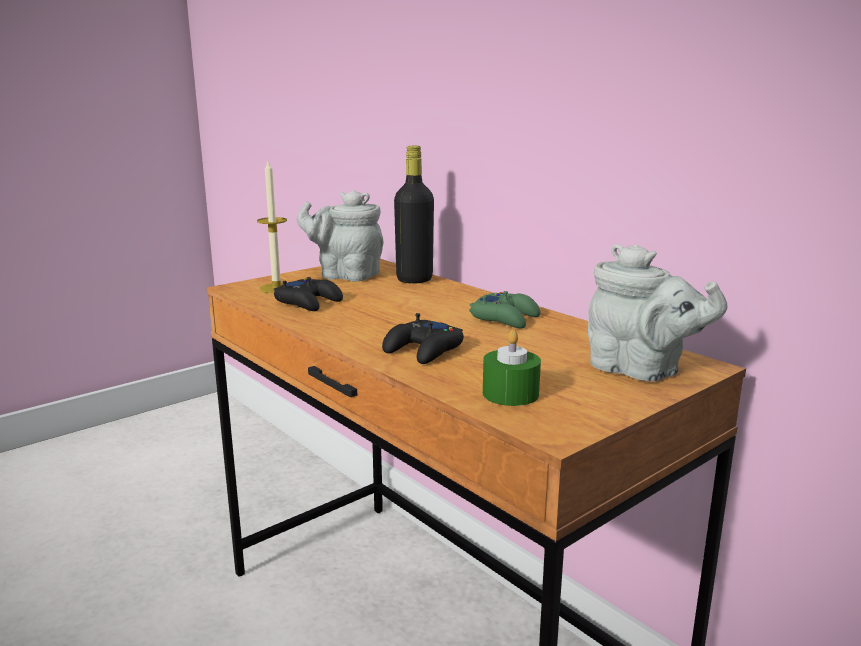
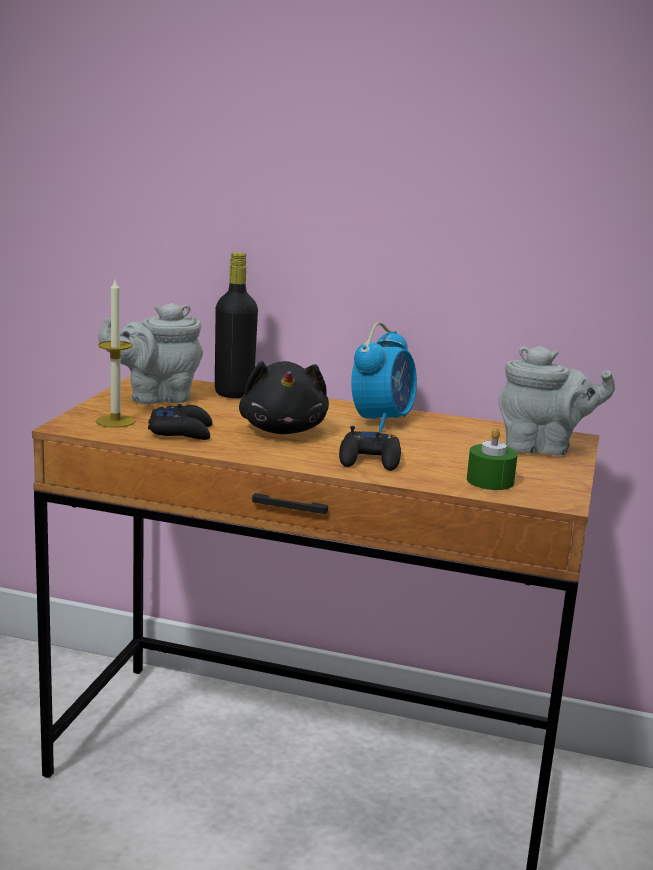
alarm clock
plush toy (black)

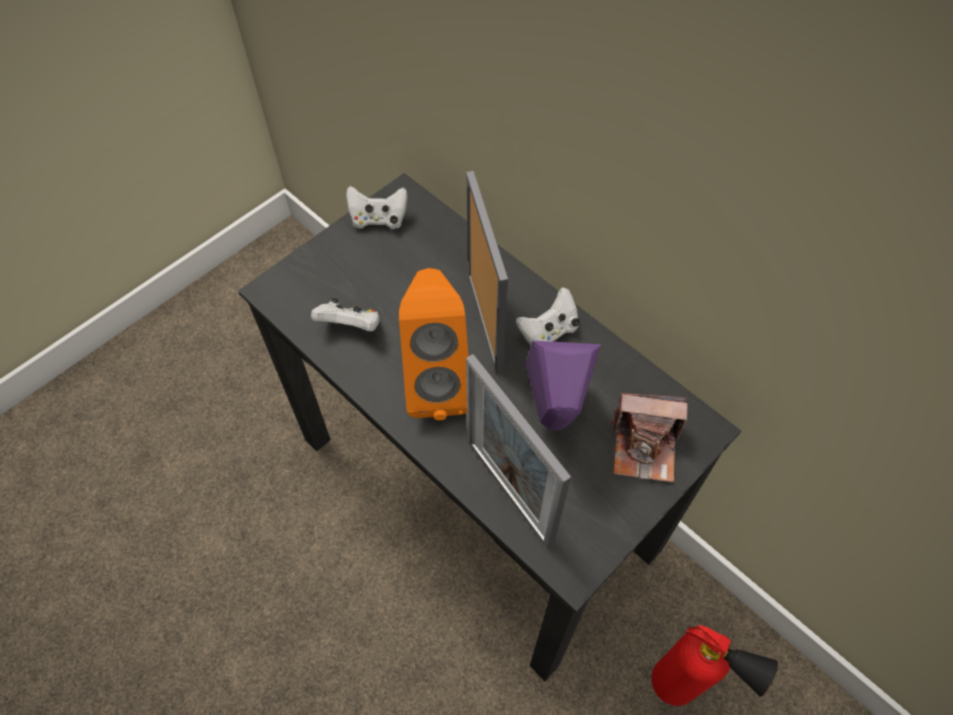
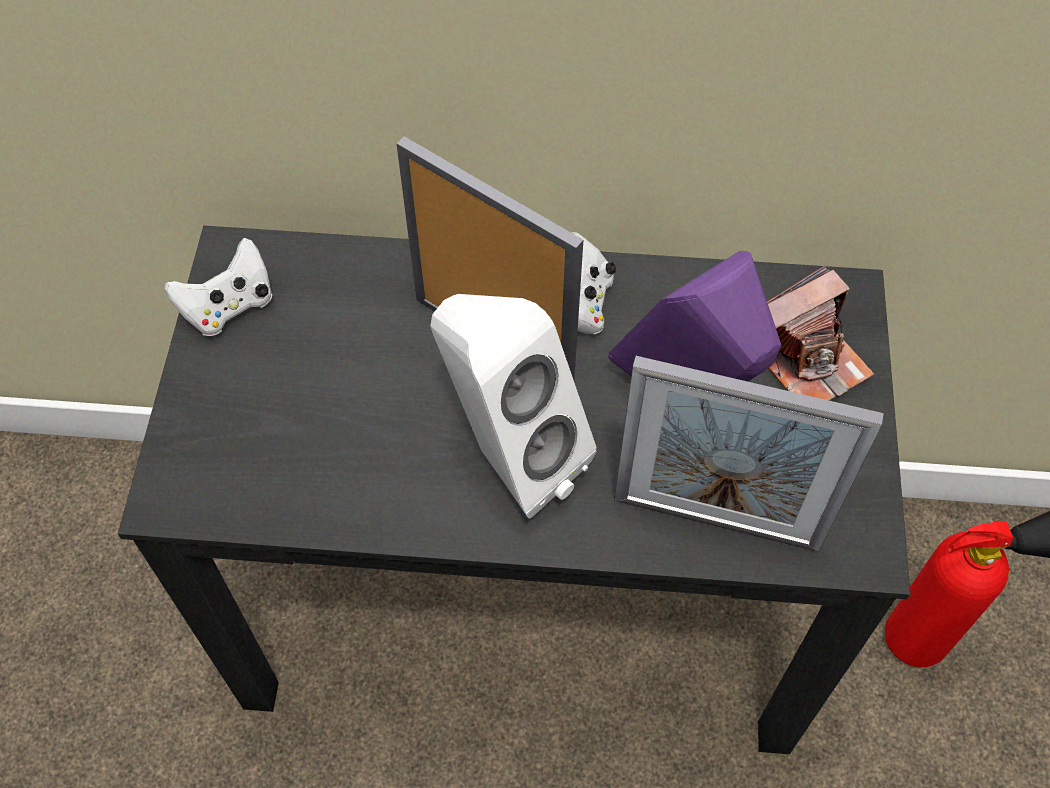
game controller (white) (no. 1 from left in the first image)
speaker (white)

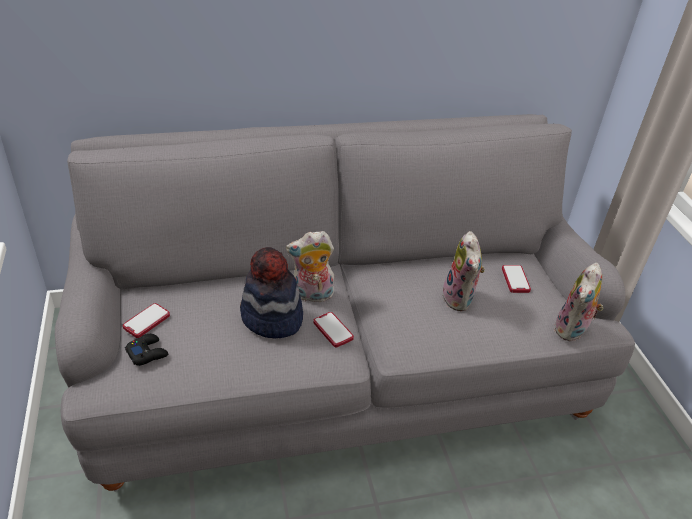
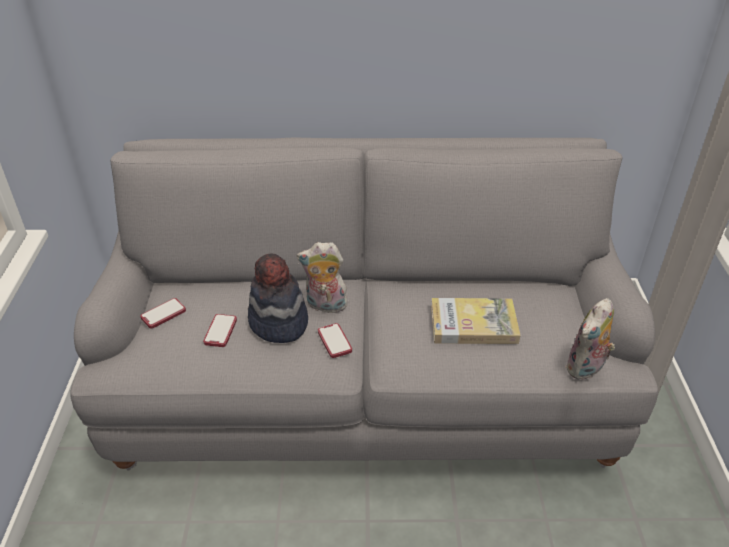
game controller (black)
book
phone (no. 2 from left)

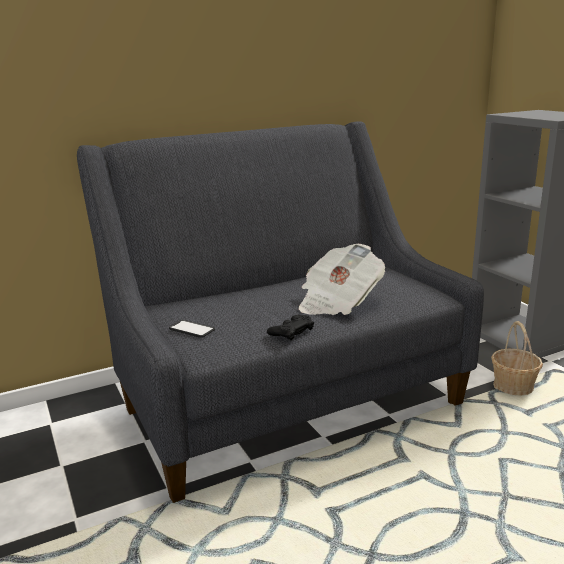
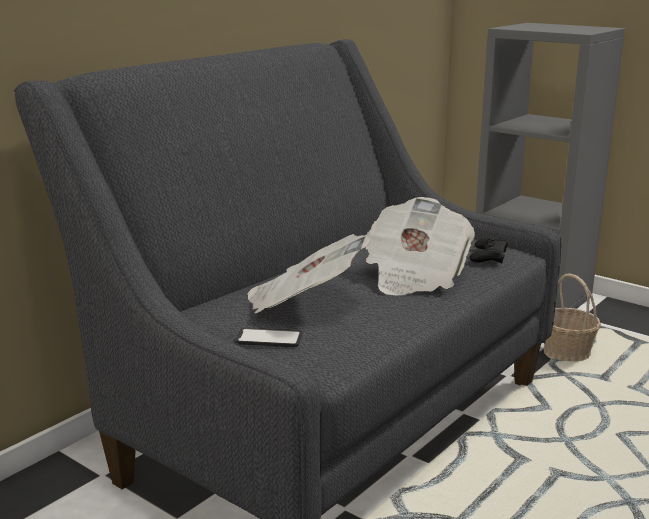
game controller (black)
newspaper (no. 1 from left)

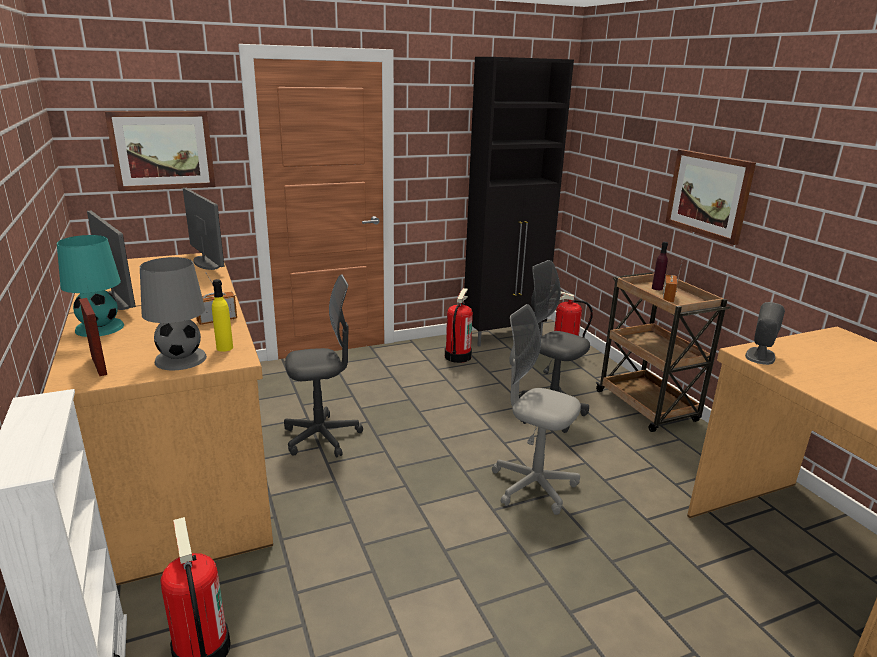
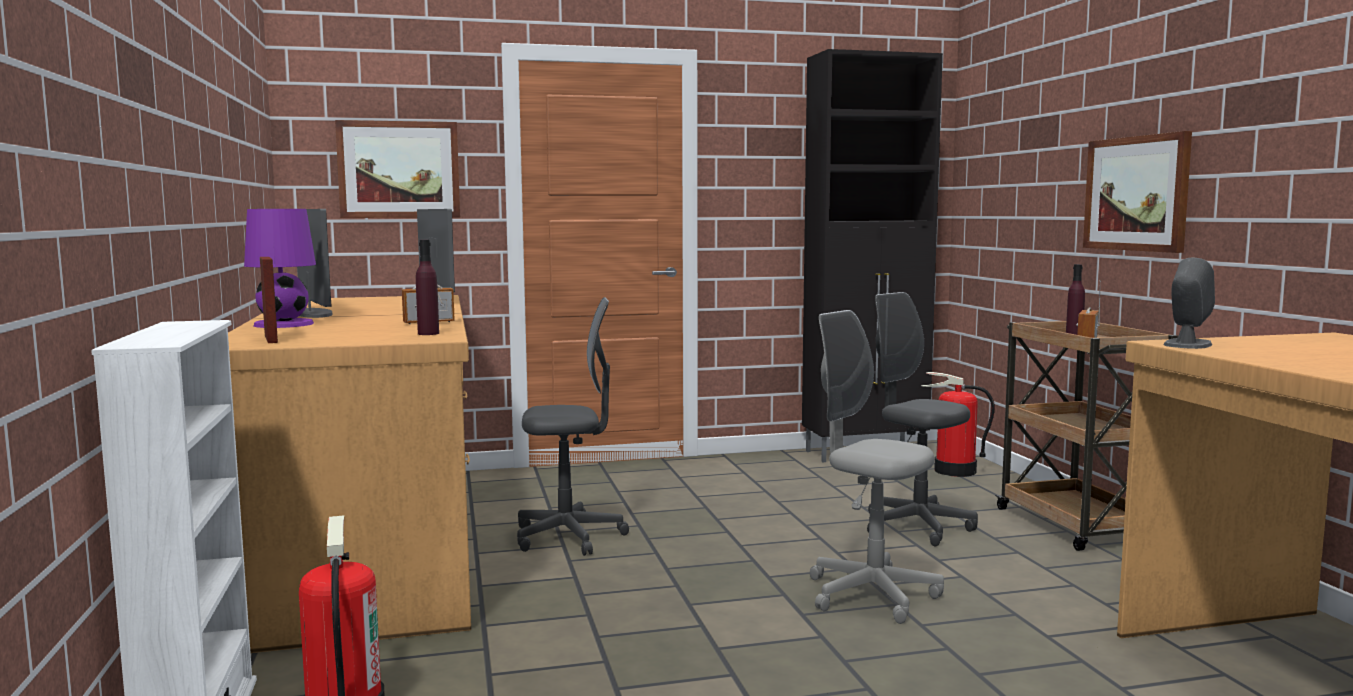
table lamp (purple)
table lamp (grey)
bottle (purple) (no. 1 from left)
fire extinguisher (no. 2 from left in the first image)

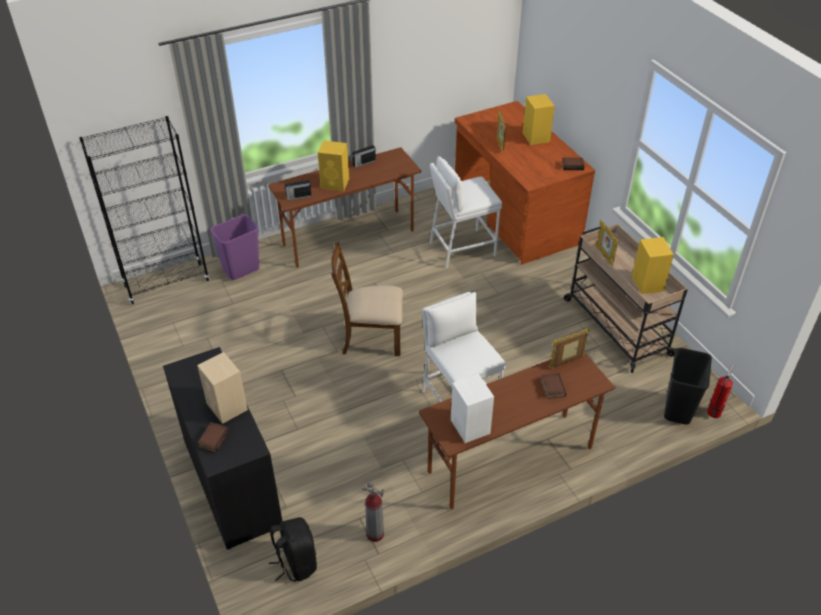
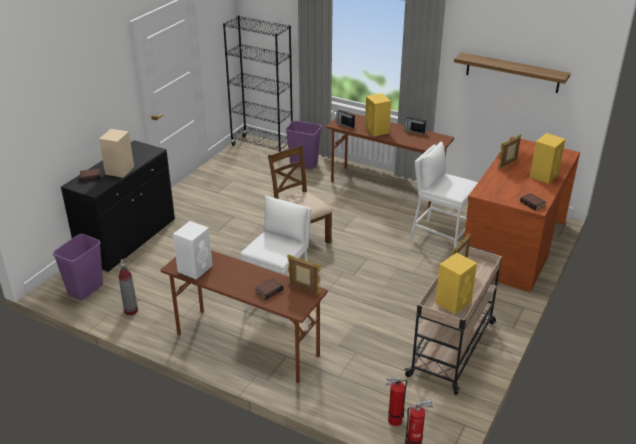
trash can (purple) (no. 1 from left)
fire extinguisher (no. 2 from left)
shelf

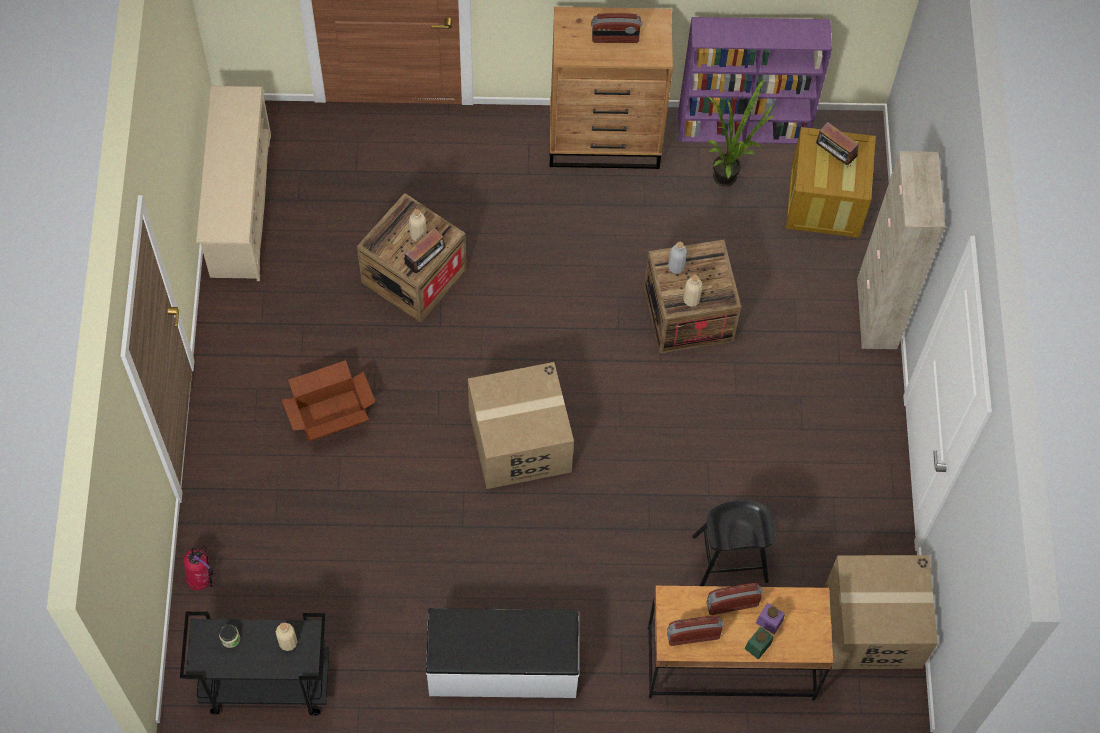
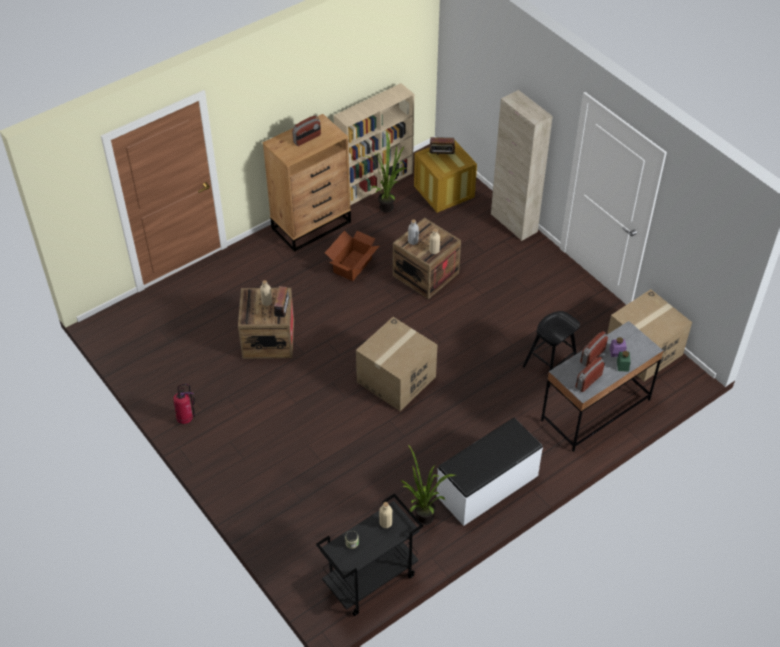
fire extinguisher
shoe rack (beige)
cardboard box (no. 1 from left)
desk (grey)
bookcase (beige)
potted plant (no. 2 from left)

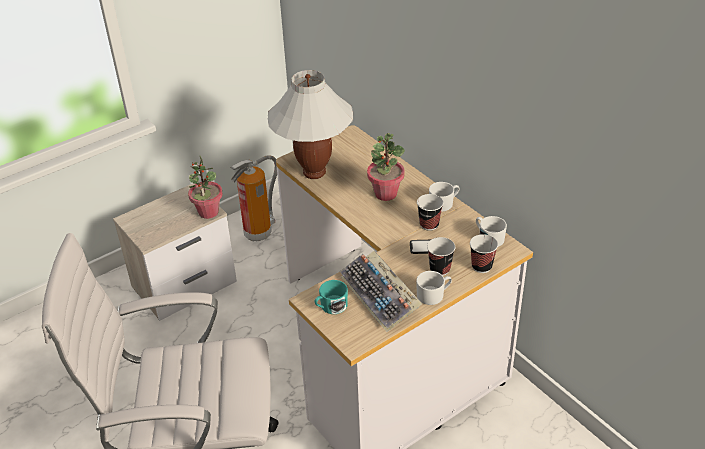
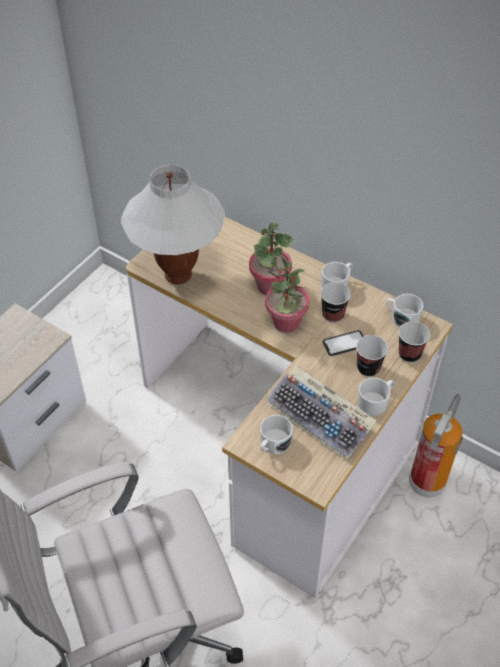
potted plant (no. 2 from left)
fire extinguisher
mug (white) (no. 1 from left)

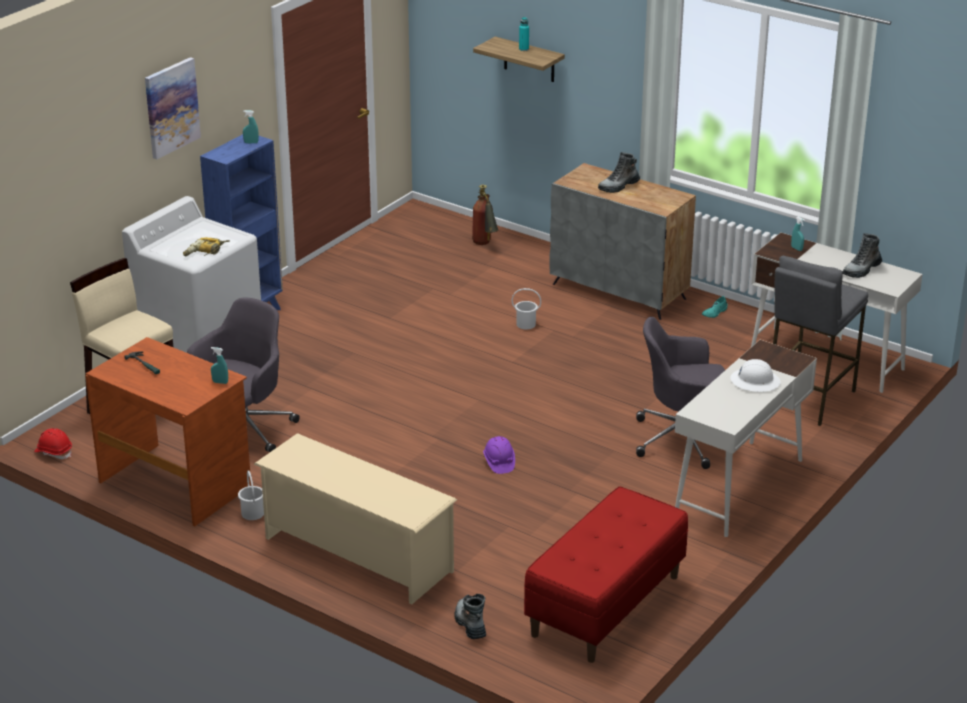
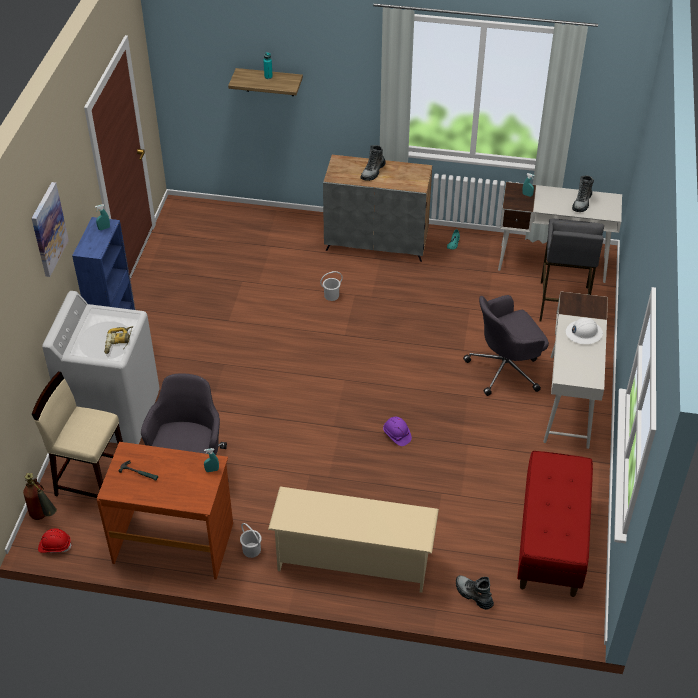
fire extinguisher

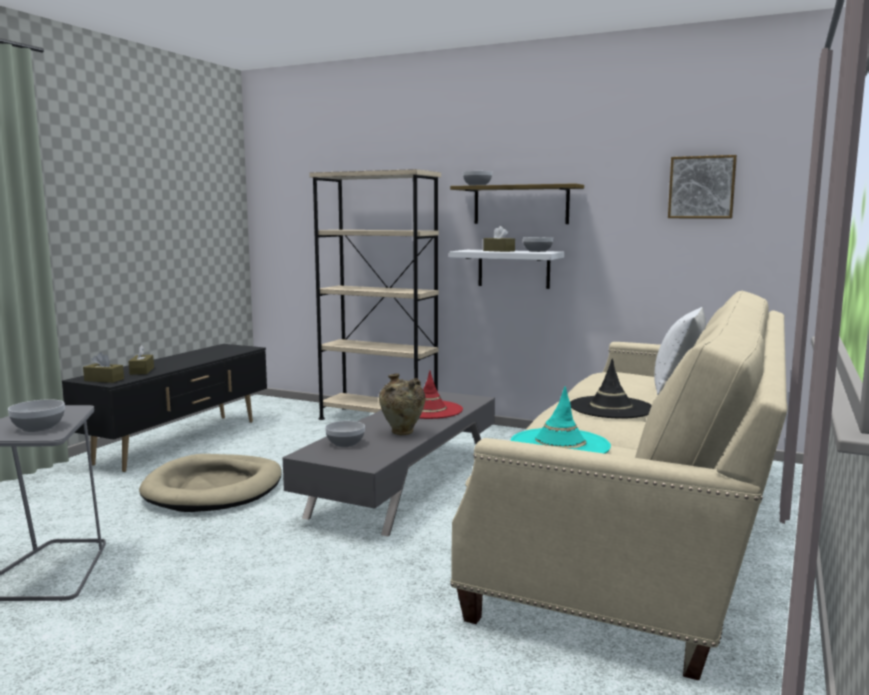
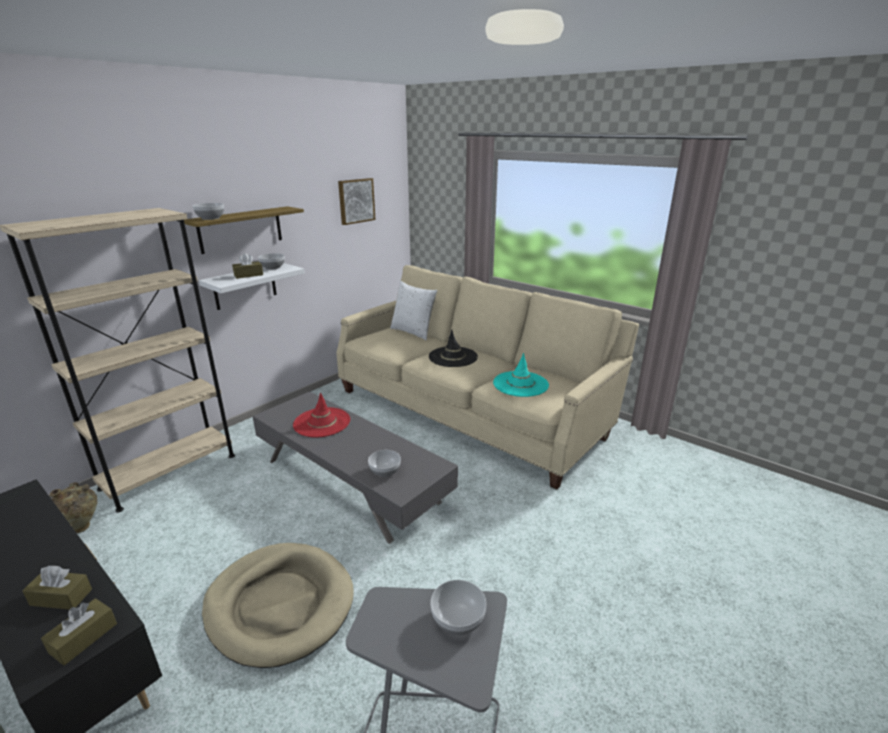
vase (beige)

